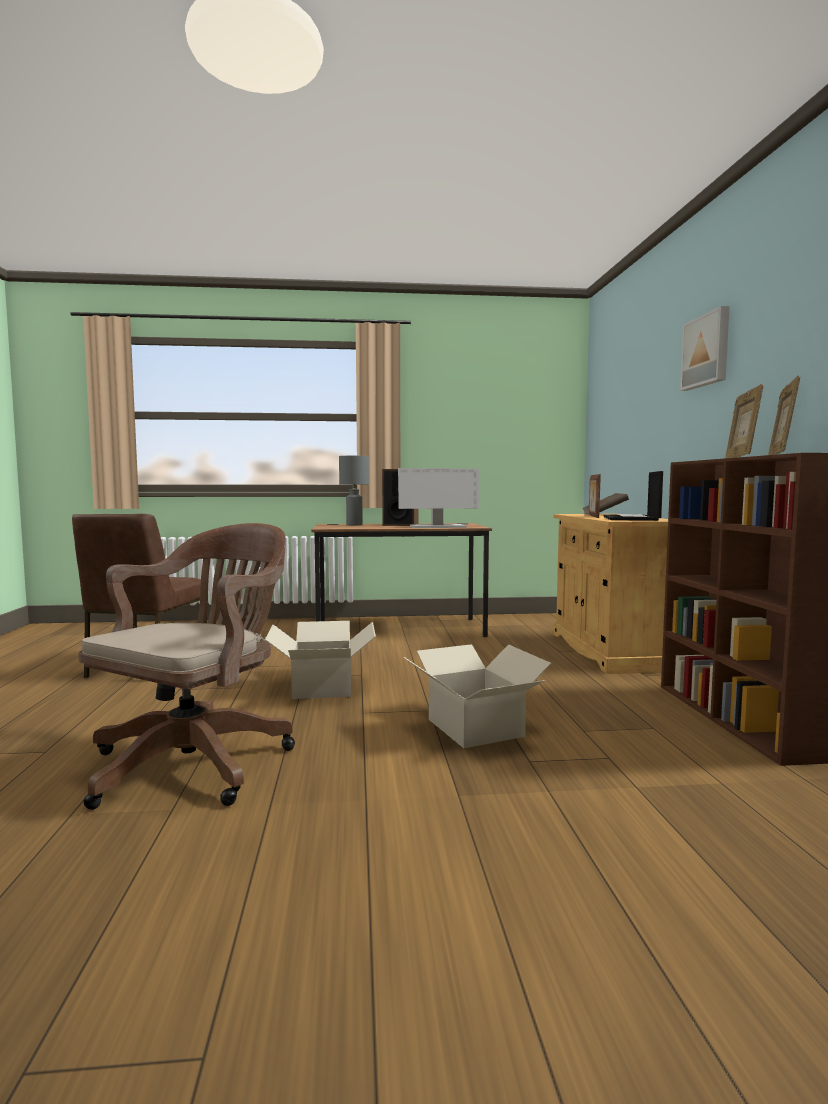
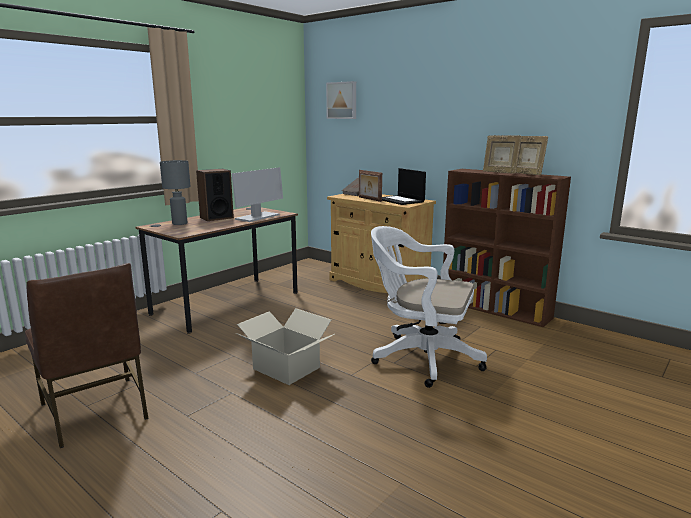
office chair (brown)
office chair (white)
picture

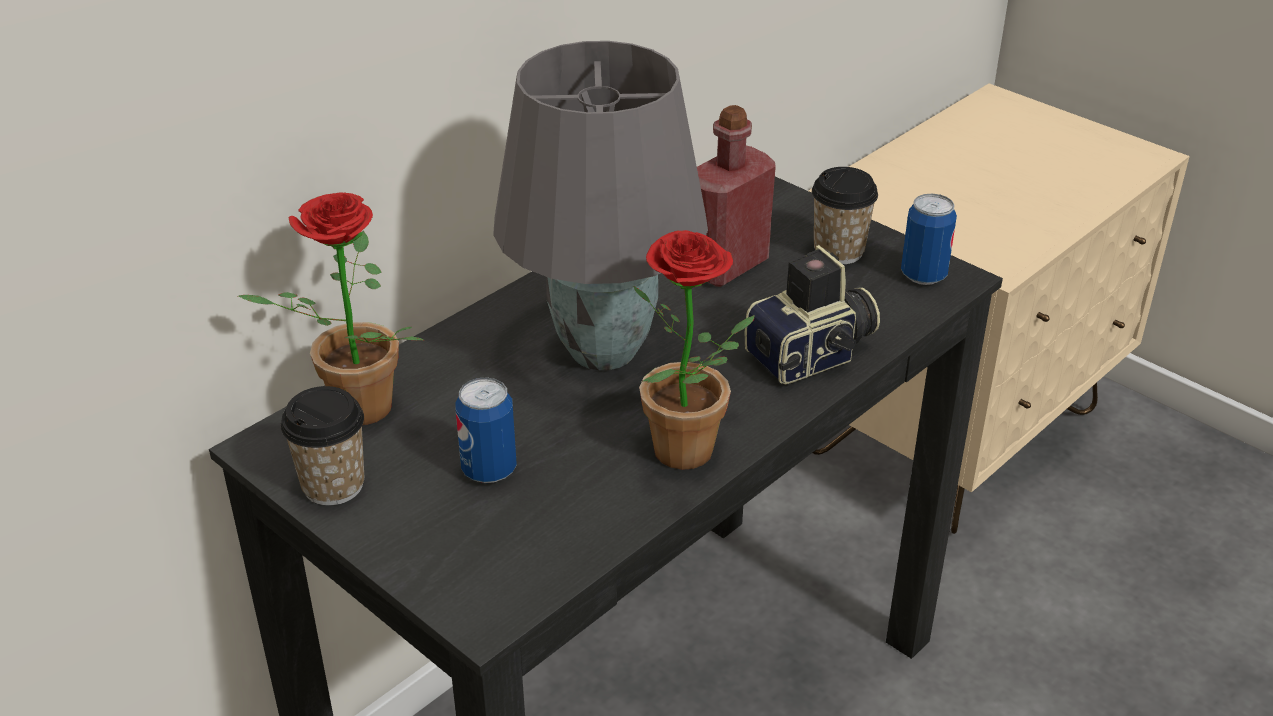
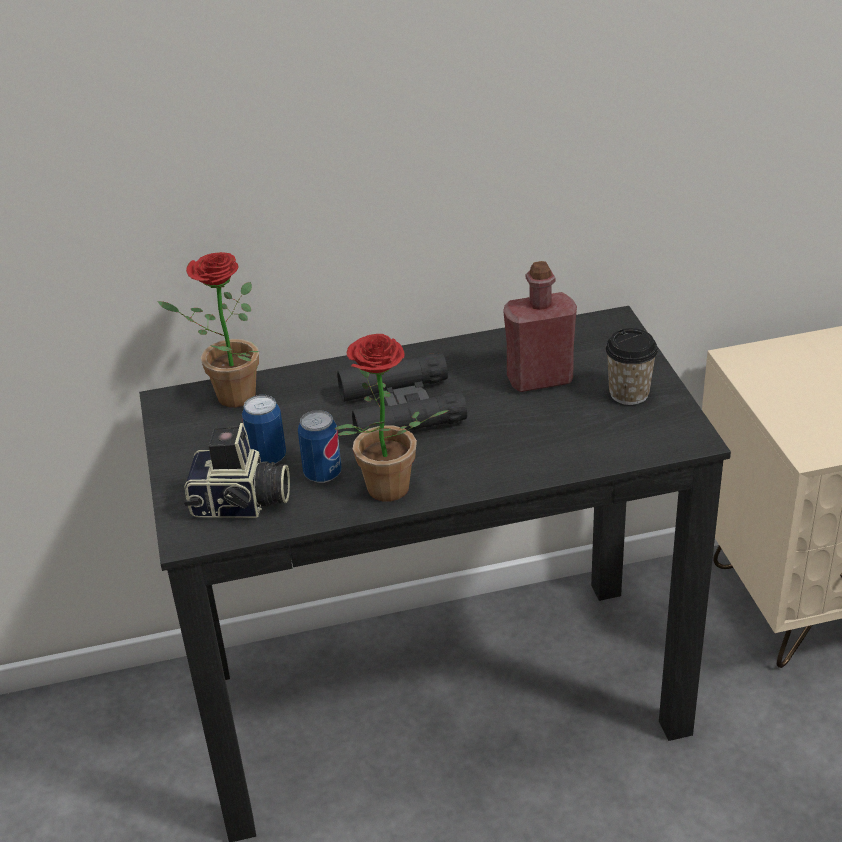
cup (no. 1 from left in the first image)
binoculars (black)
photo camera
can (no. 2 from left)

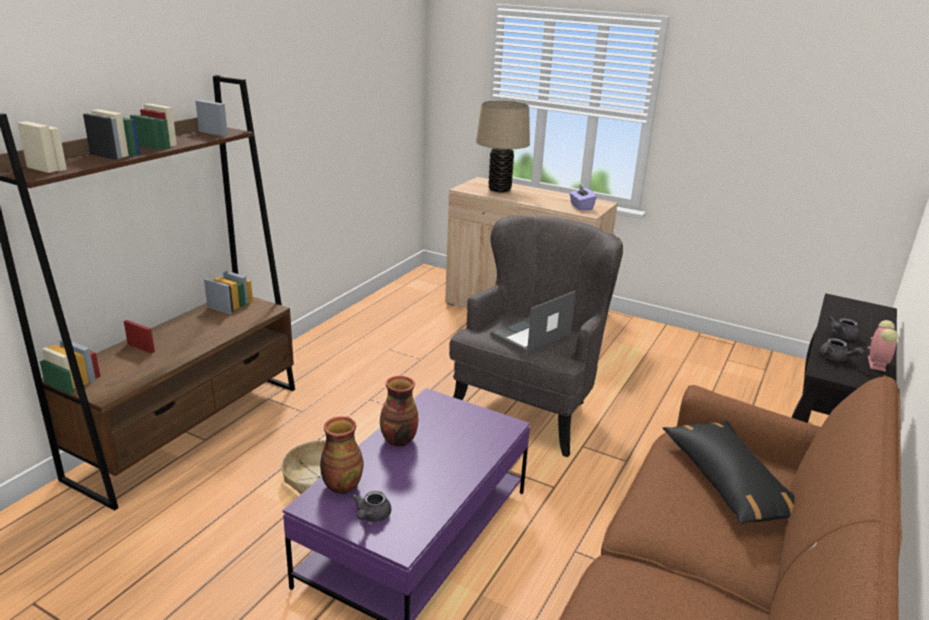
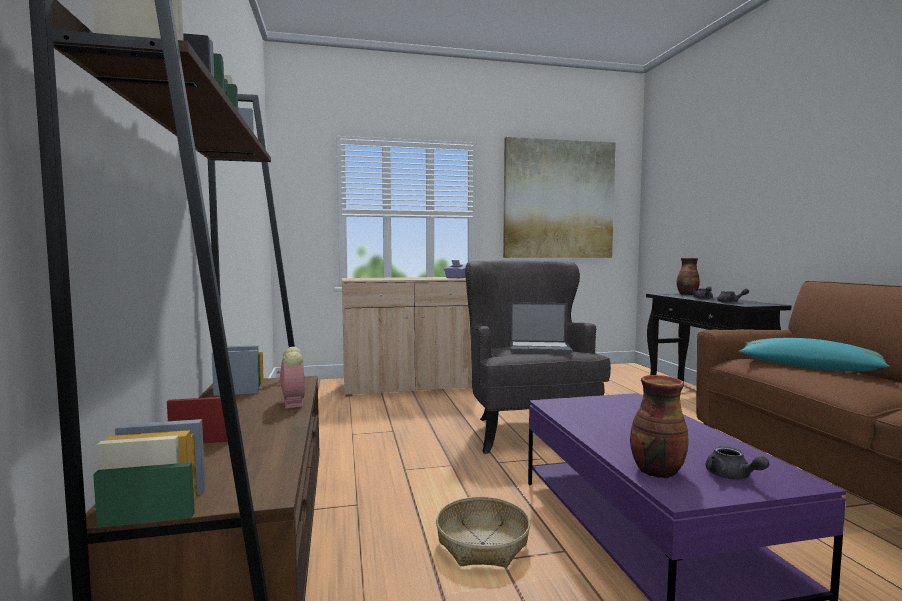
vase (no. 2 from left)
table lamp (beige)
laptop
pillow (turquoise)
alarm clock
picture

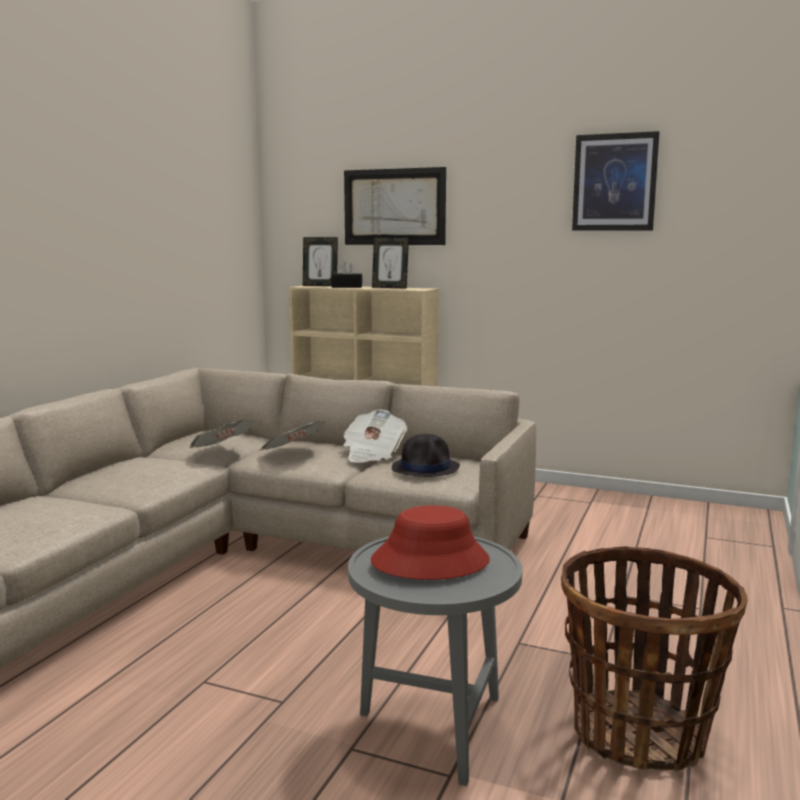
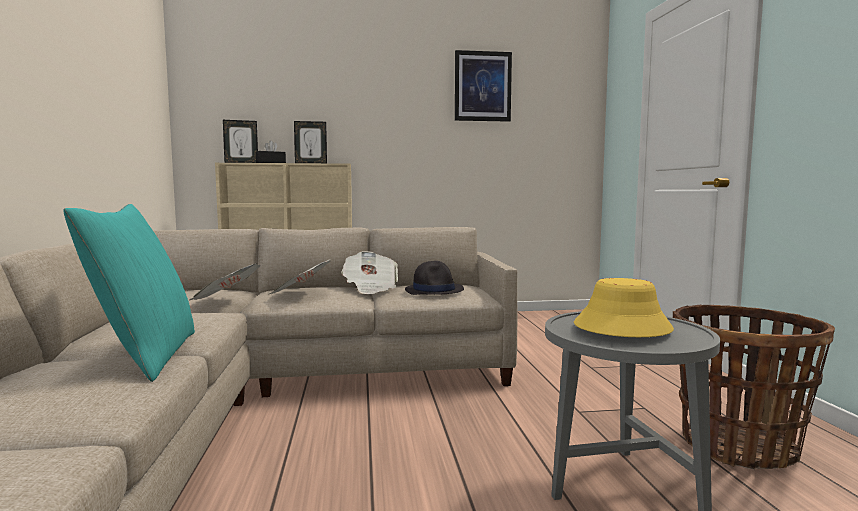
picture (no. 1 from left in the first image)
hat (yellow)
pillow (turquoise)

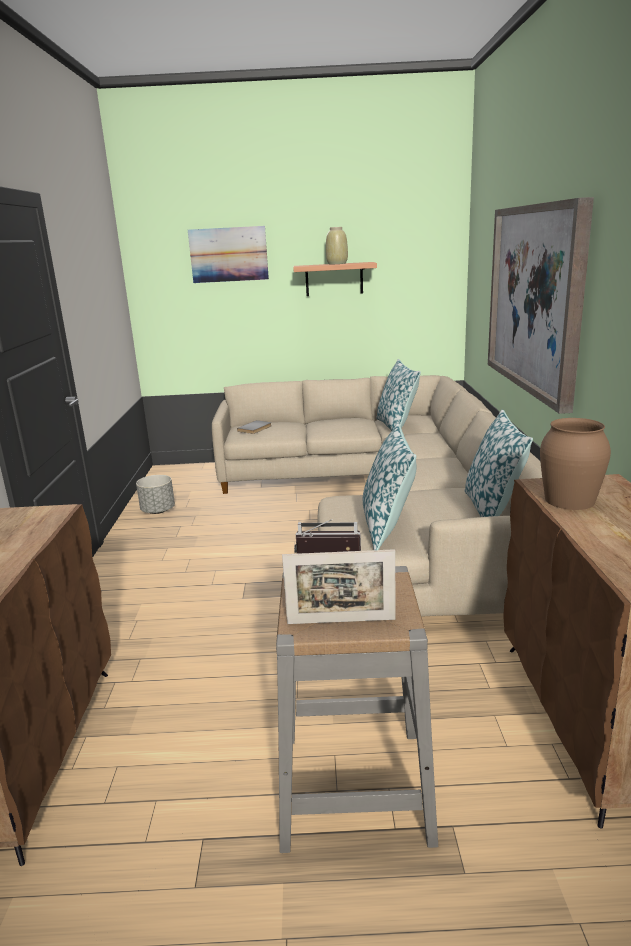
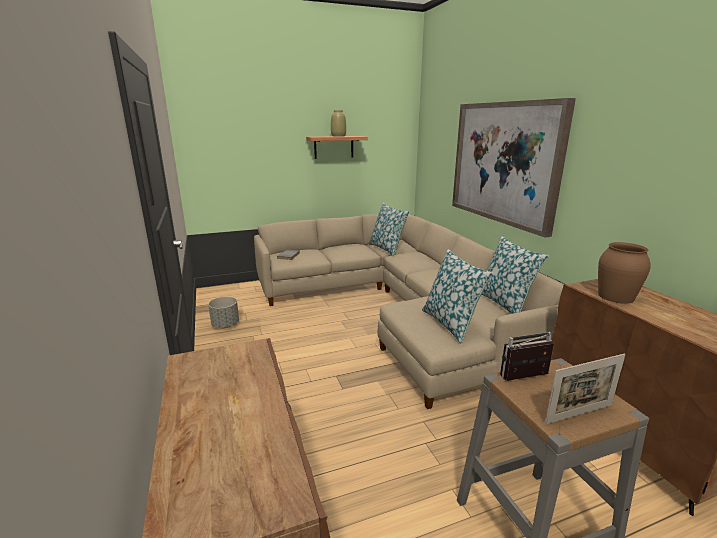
picture (no. 1 from left in the first image)

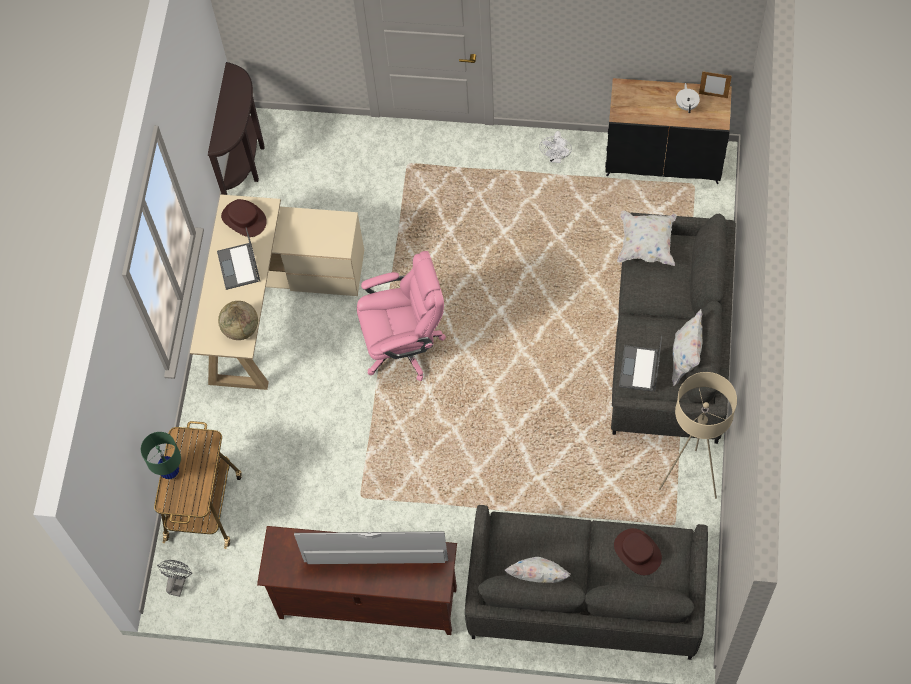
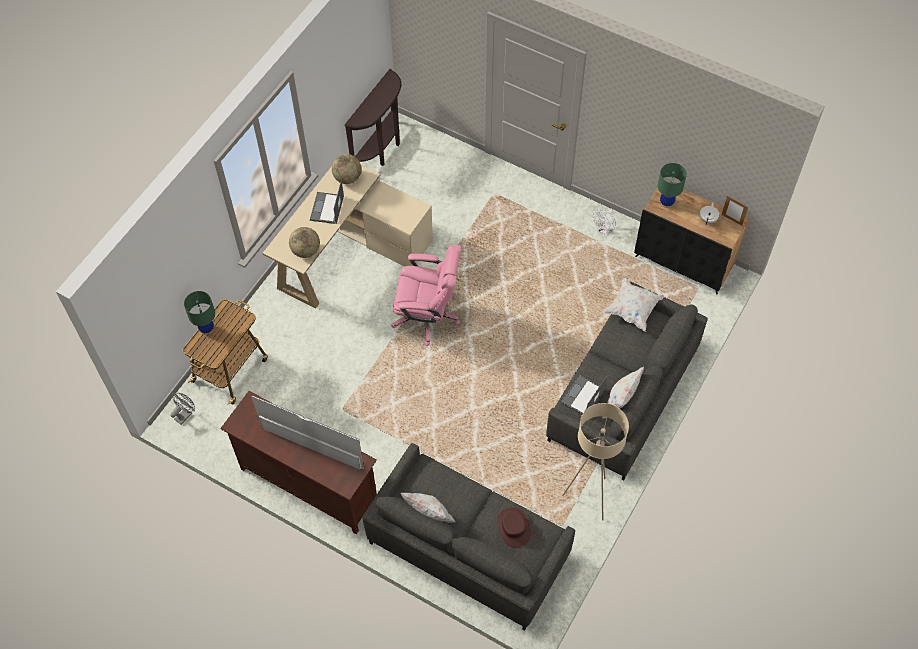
globe (no. 2 from left)
table lamp (green) (no. 2 from left)

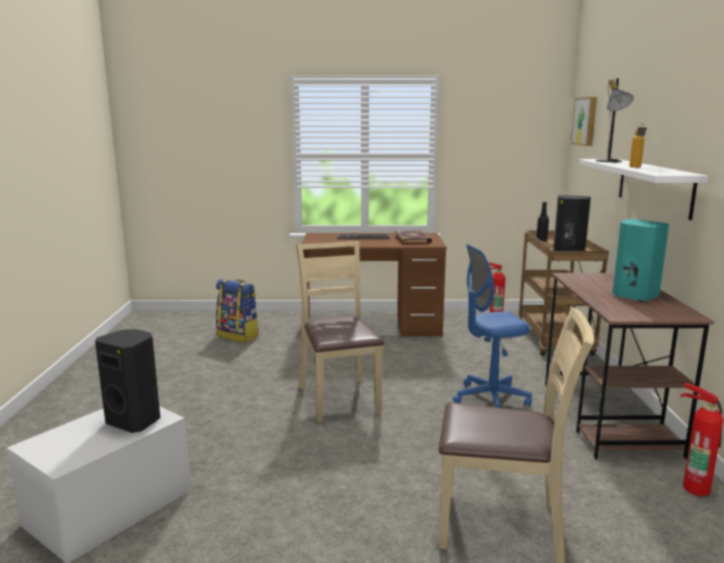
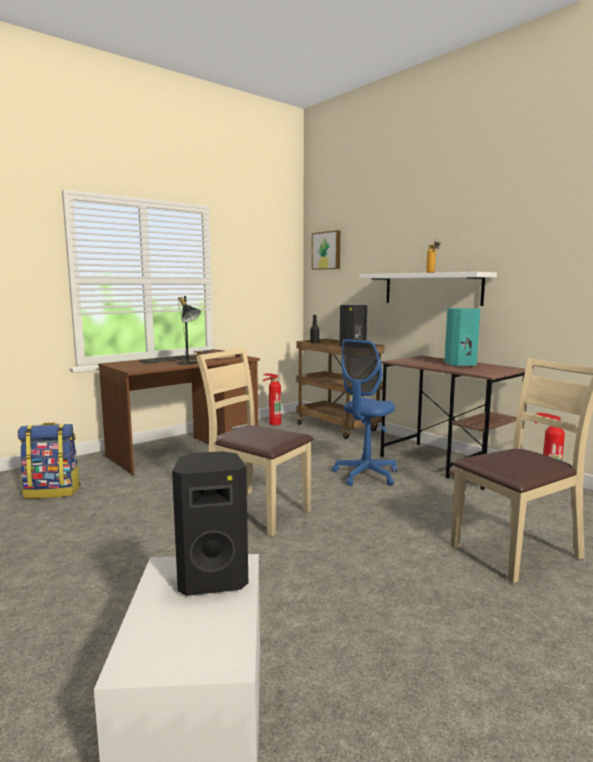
table lamp (black)

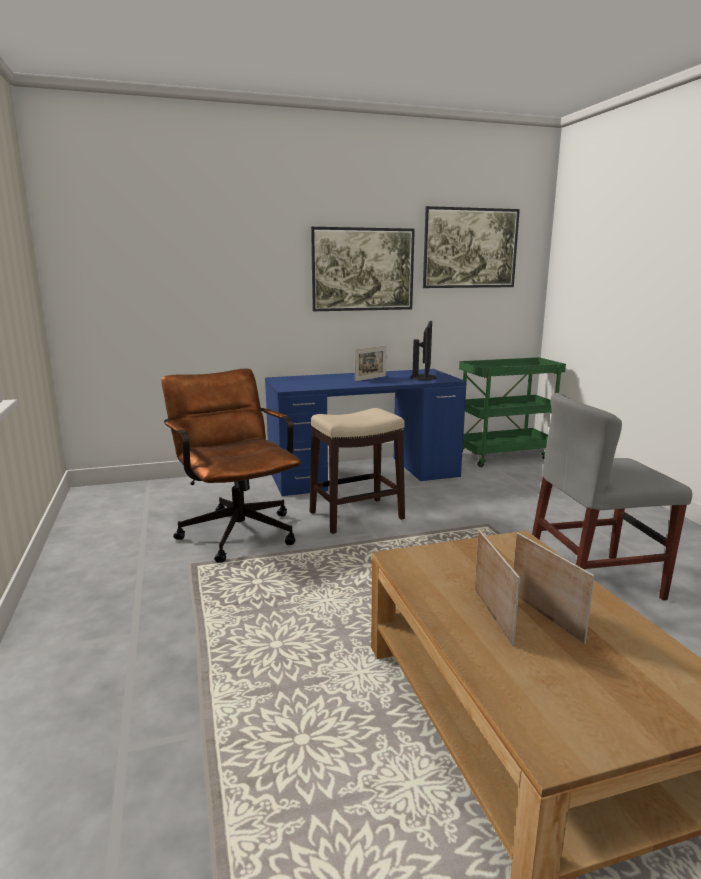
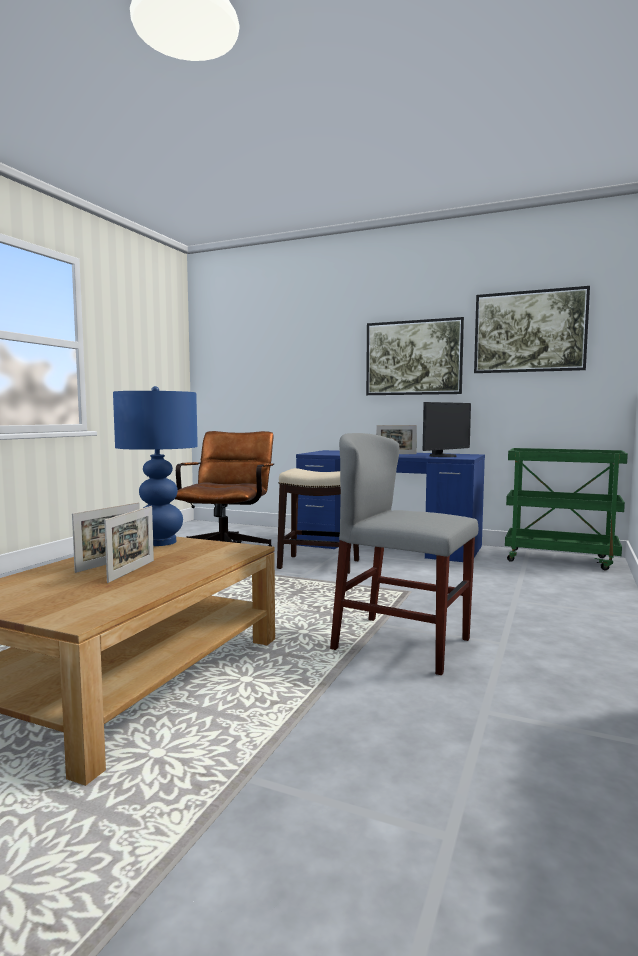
table lamp (blue)

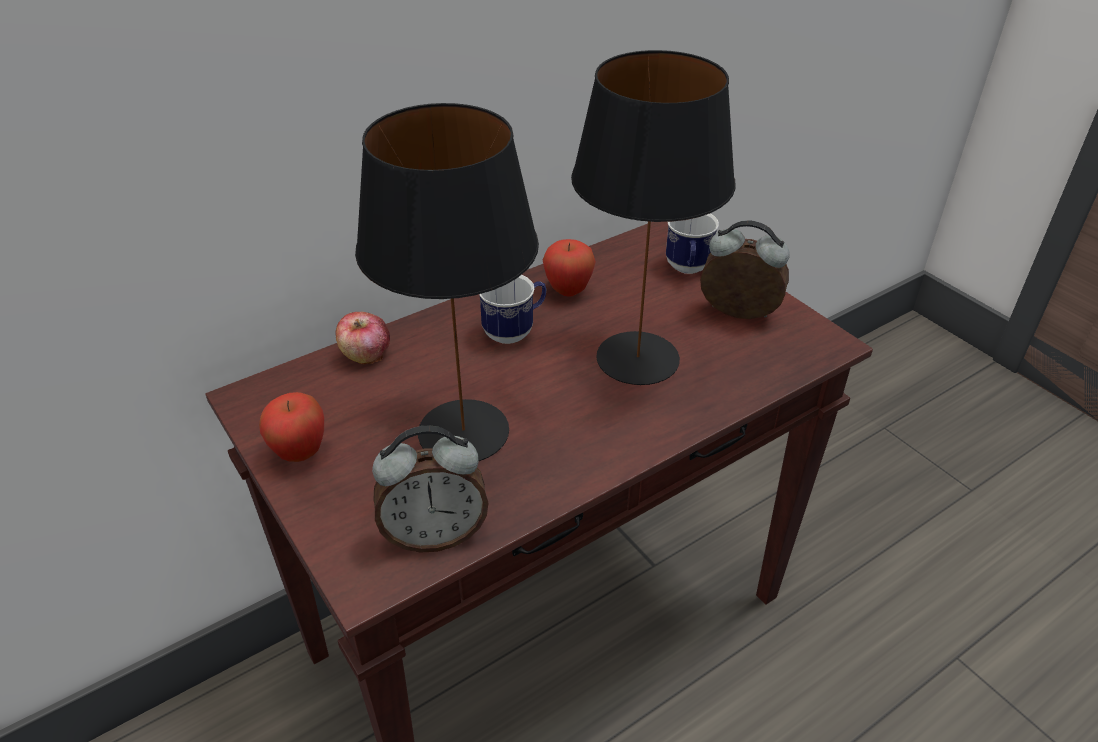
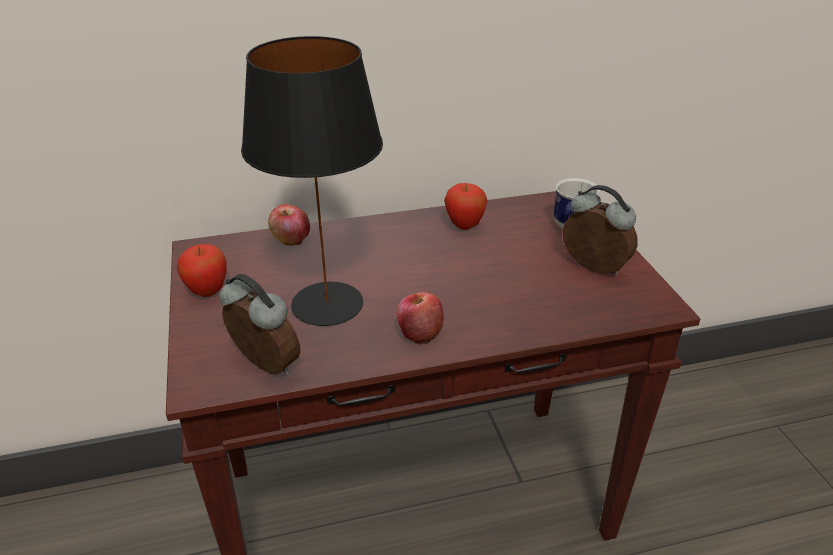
alarm clock (no. 1 from left)
mug (no. 1 from left in the first image)
table lamp (black) (no. 2 from left in the first image)
apple (no. 3 from left)

